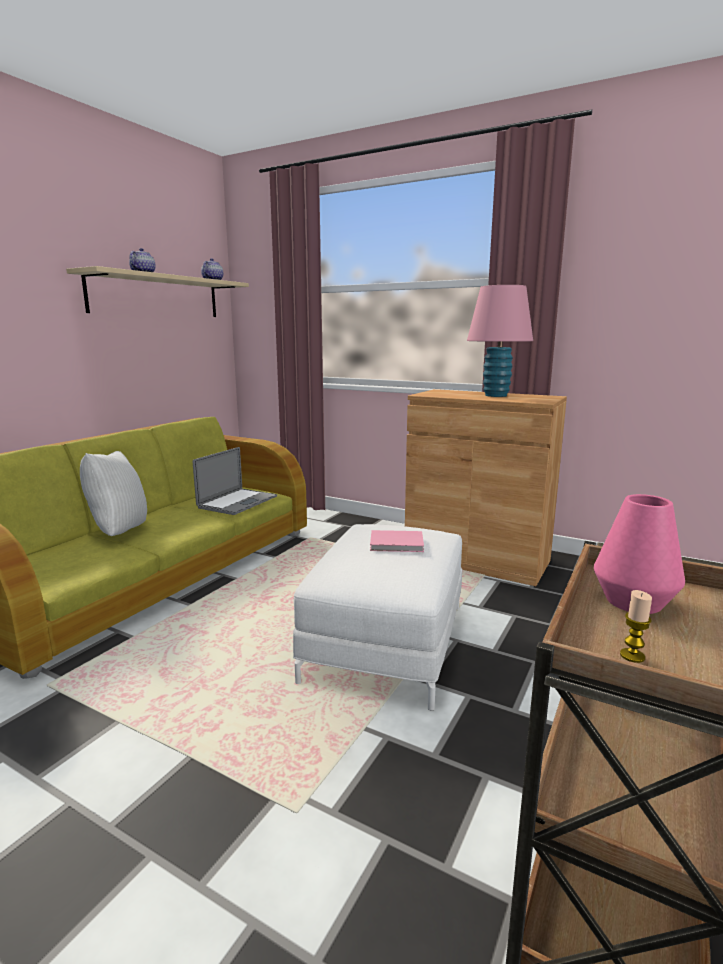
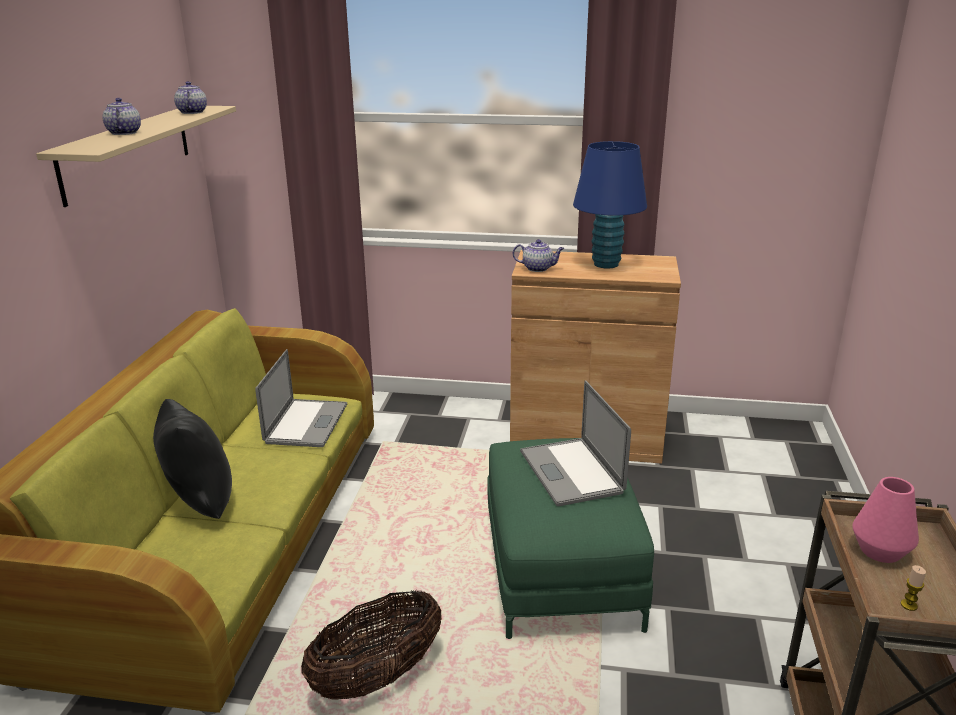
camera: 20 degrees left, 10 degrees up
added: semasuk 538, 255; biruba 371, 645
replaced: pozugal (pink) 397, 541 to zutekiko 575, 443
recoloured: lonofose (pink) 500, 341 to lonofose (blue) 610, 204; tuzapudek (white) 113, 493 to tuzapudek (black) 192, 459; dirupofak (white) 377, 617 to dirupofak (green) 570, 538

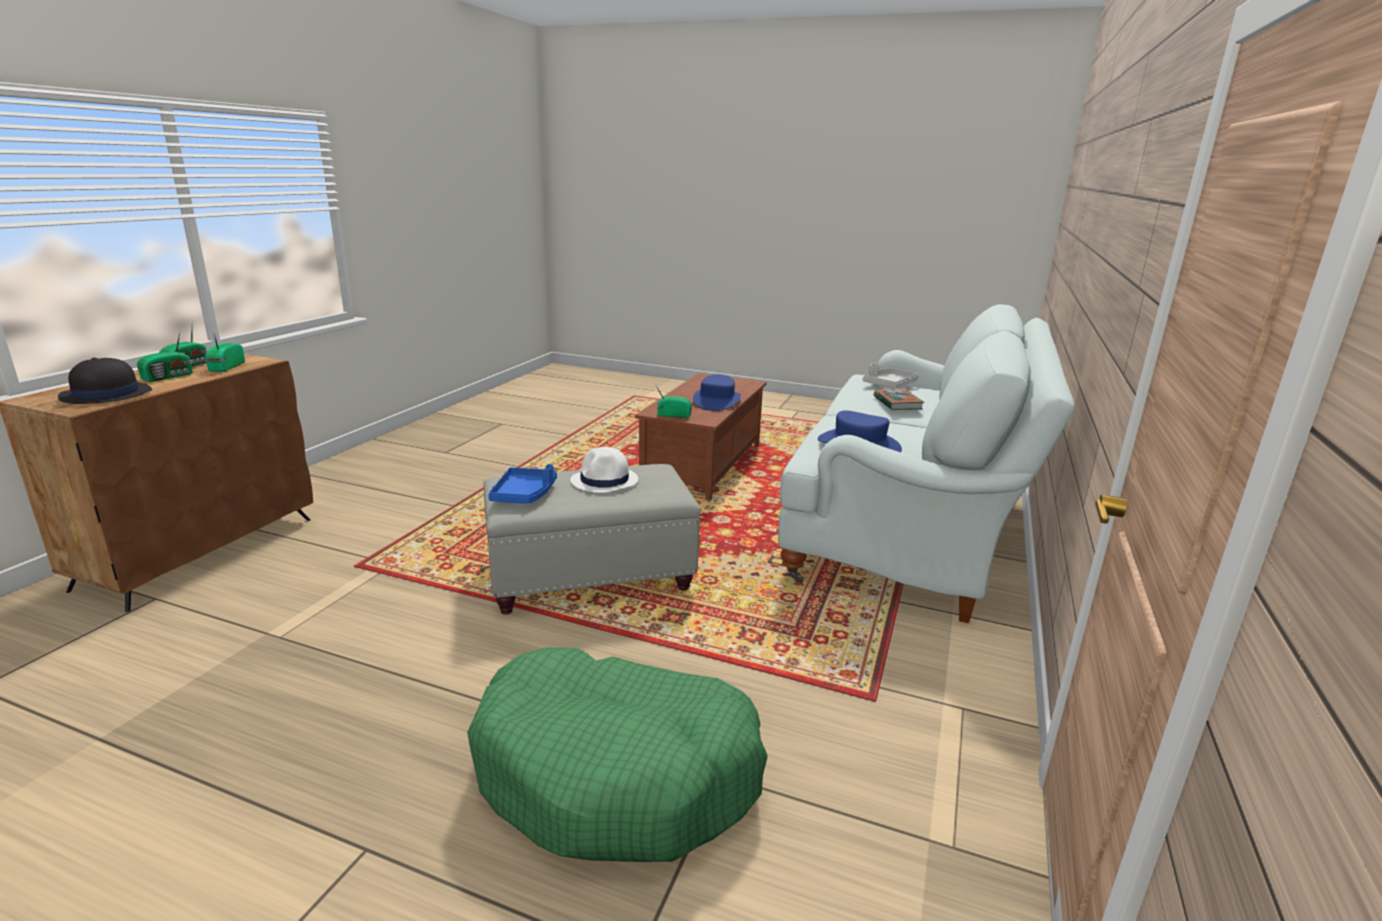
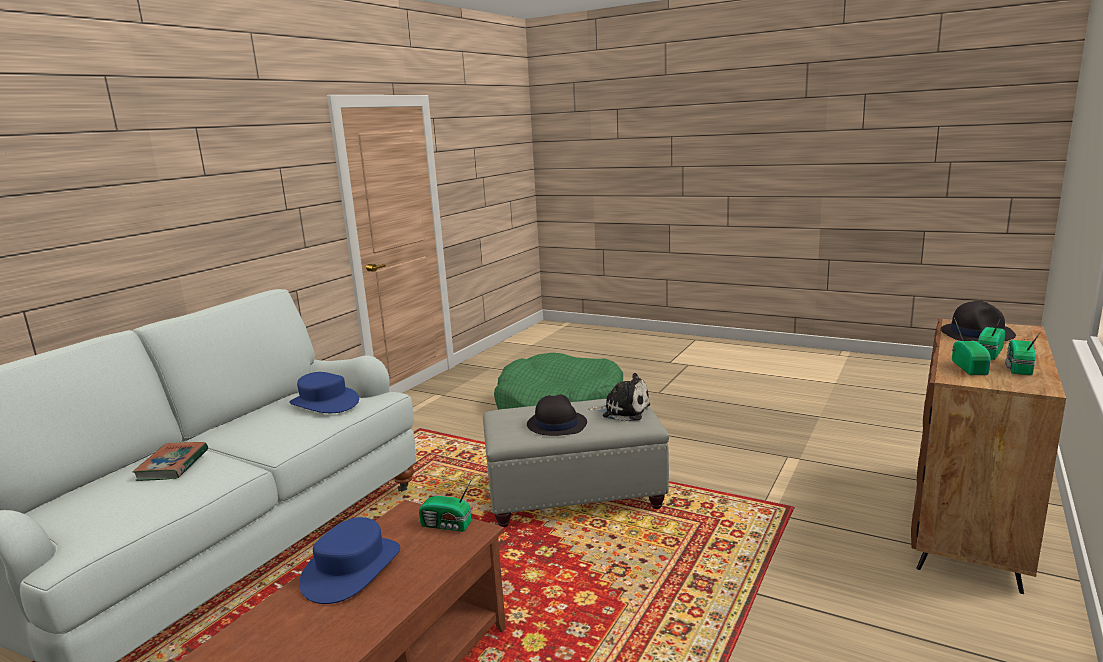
camera: 170 degrees left, 5 degrees down
removed: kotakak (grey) 890, 375
replaced: kotakak (blue) 522, 484 to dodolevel 619, 397
recoloured: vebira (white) 604, 470 to vebira (black) 557, 415

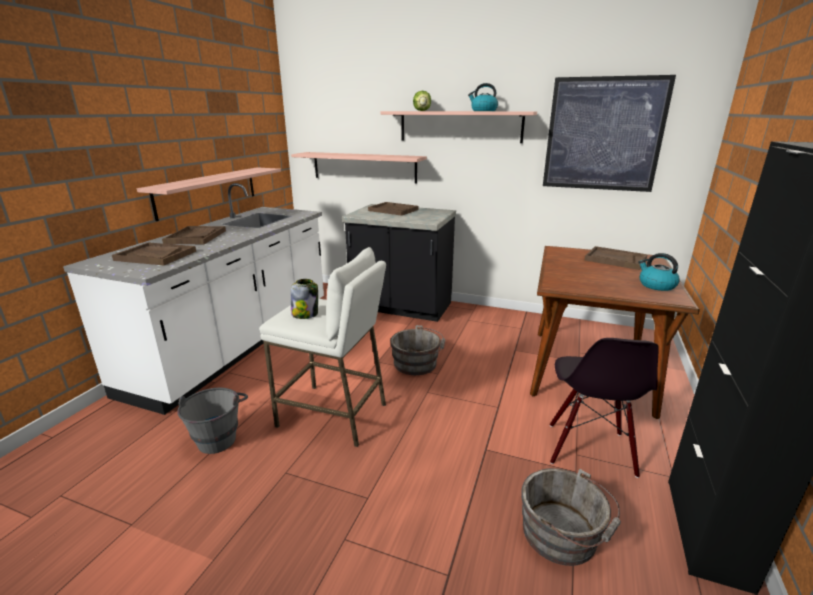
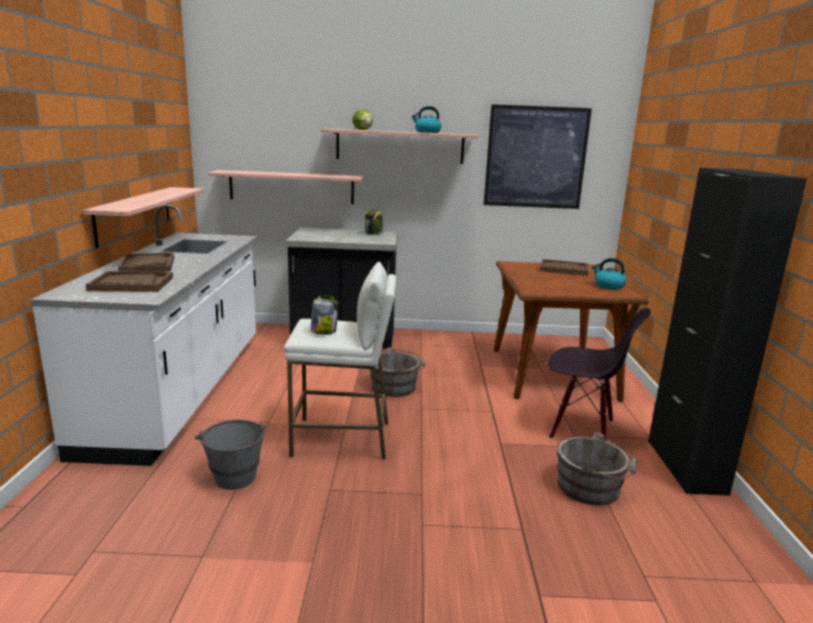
camera: 20 degrees left, 5 degrees down
removed: kotakak (brown) 393, 209
added: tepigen 374, 221
turned: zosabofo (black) 604, 408 = 599, 374 60 degrees counterclockwise

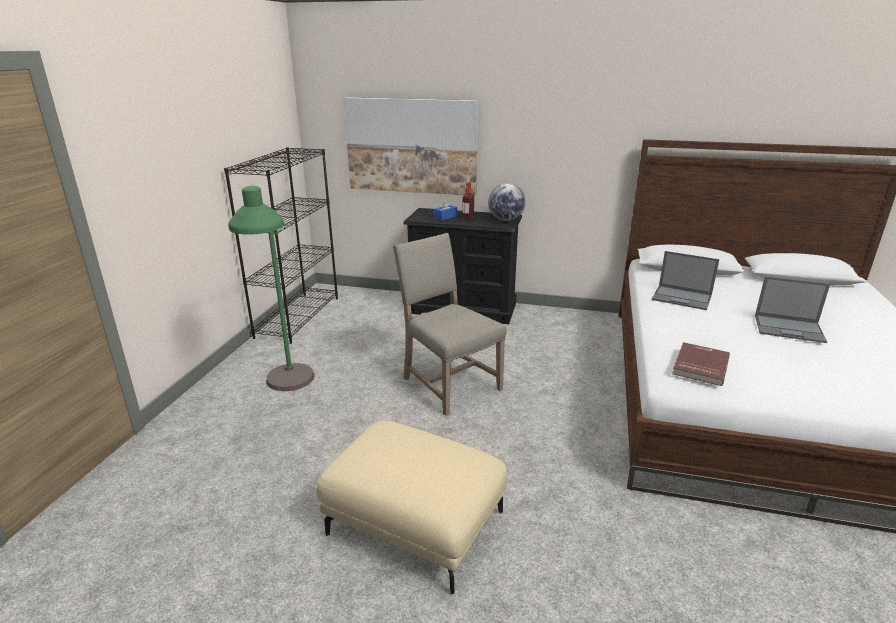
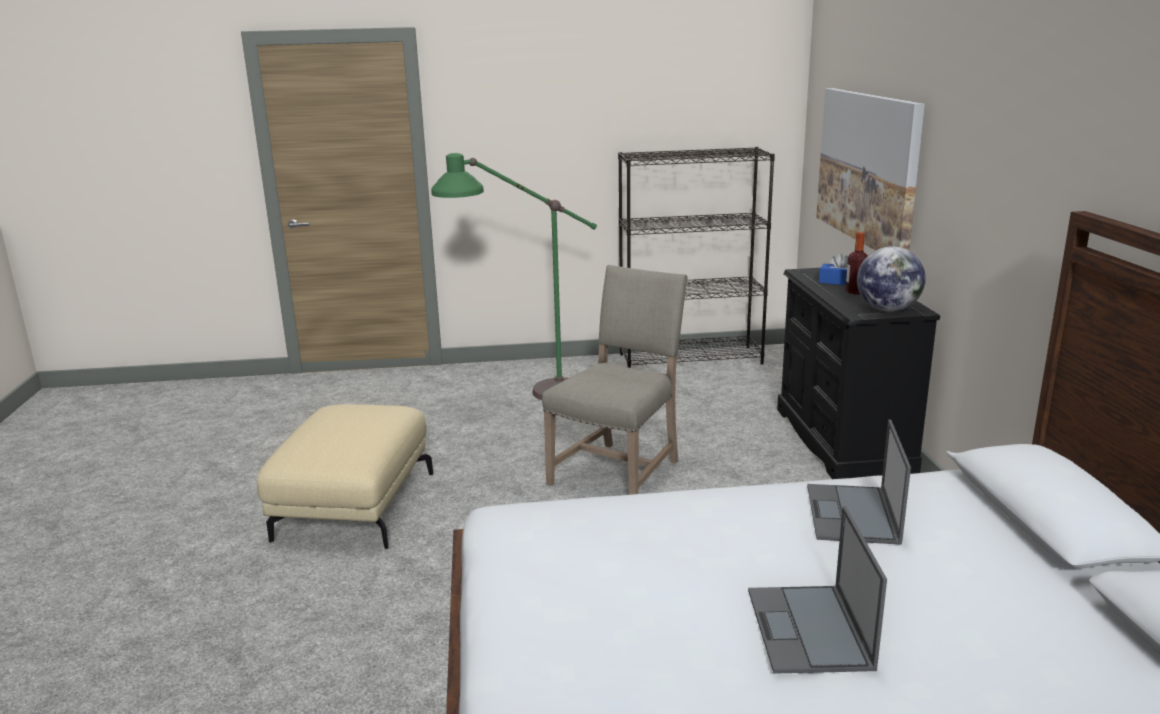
camera: 70 degrees right, 5 degrees down
removed: pozugal (red) 701, 364

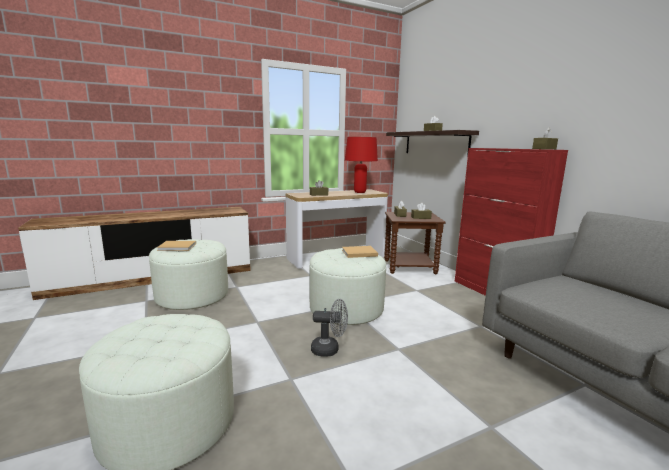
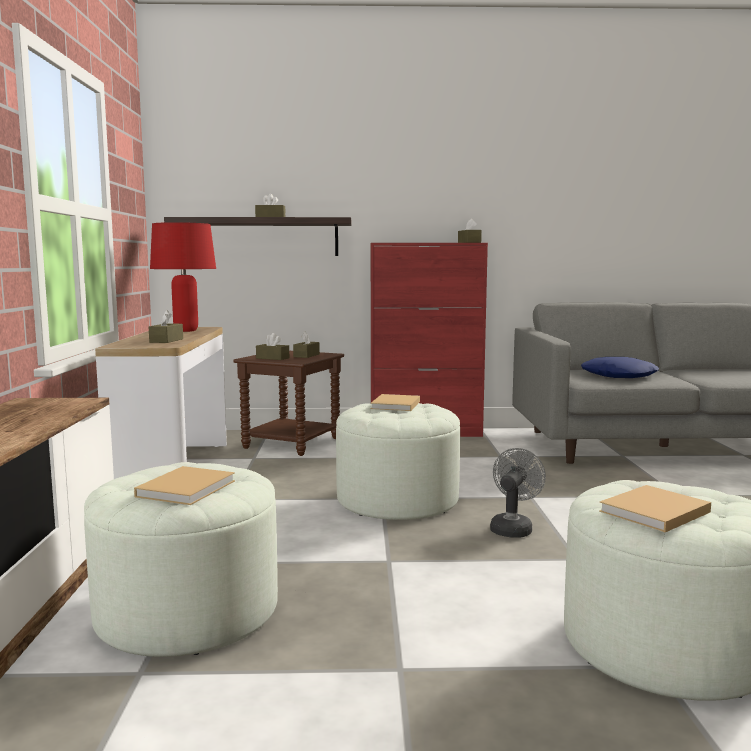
camera: 65 degrees left, 5 degrees down
added: tuzapudek (blue) 620, 367; pozugal (beige) 655, 508

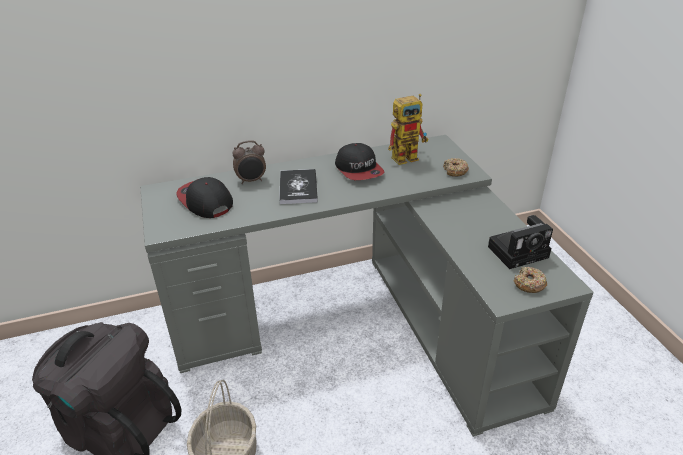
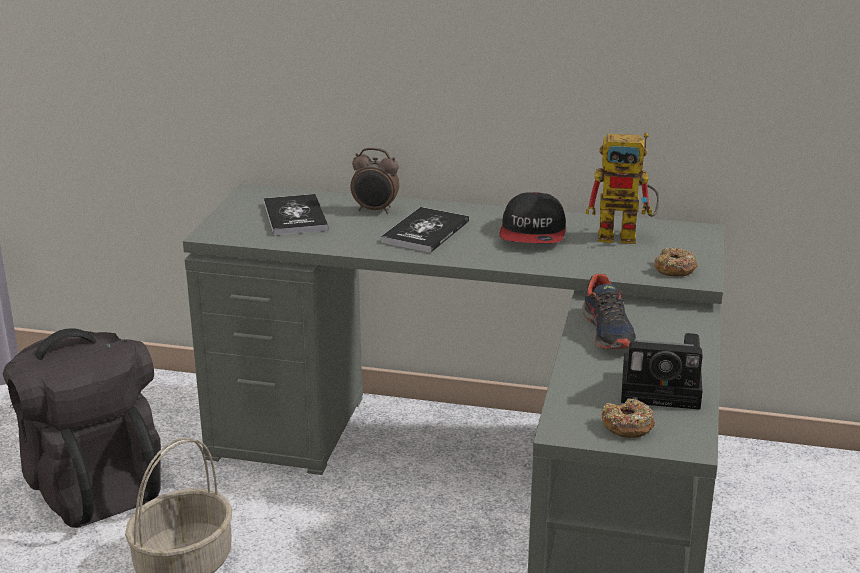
camera: 30 degrees right, 10 degrees down
added: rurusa 609, 311
replaced: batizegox 204, 197 to pozugal 296, 215

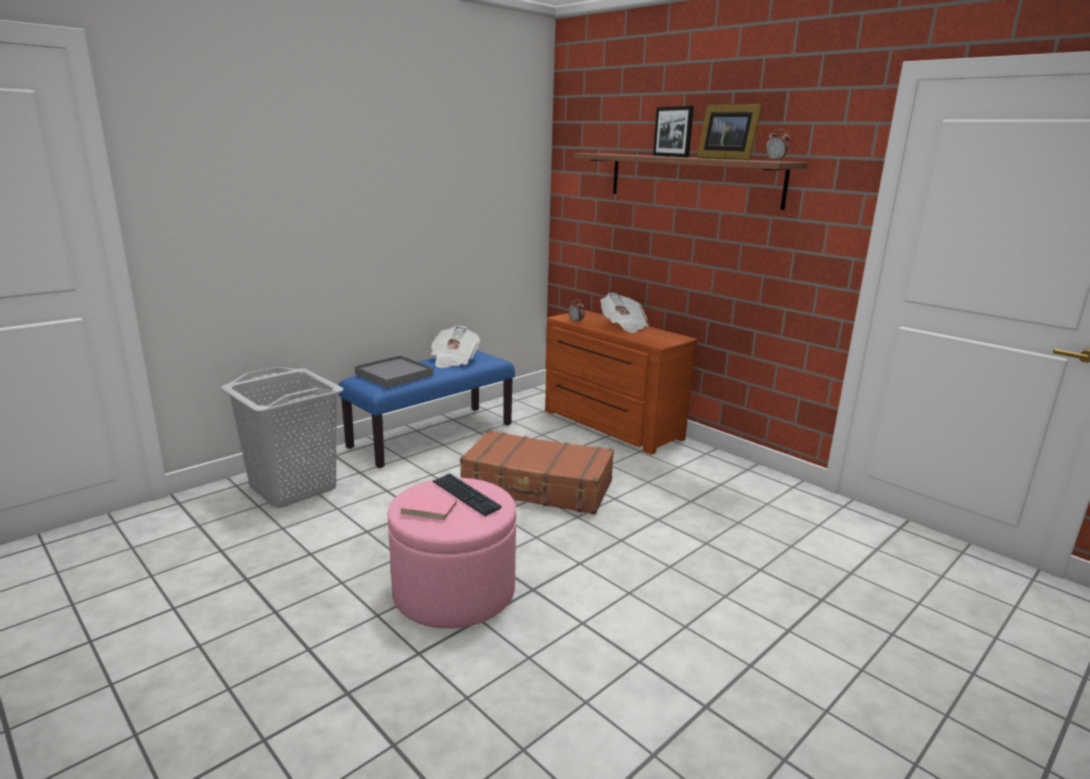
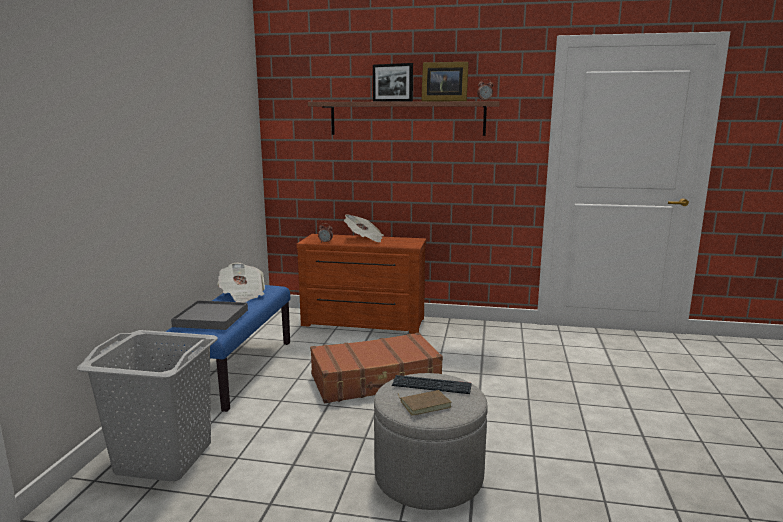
camera: 35 degrees left, 5 degrees down
recoloured: dirupofak (pink) 452, 553 to dirupofak (grey) 431, 441; pozugal (pink) 428, 505 to pozugal (brown) 425, 403

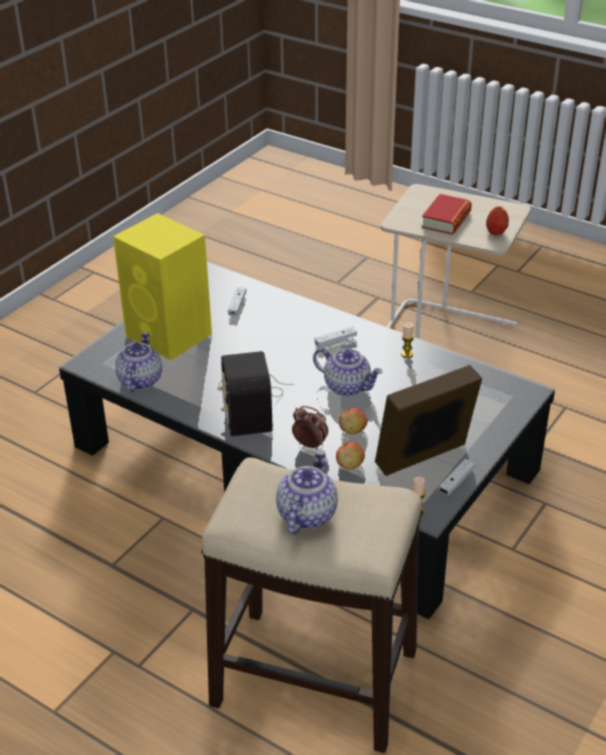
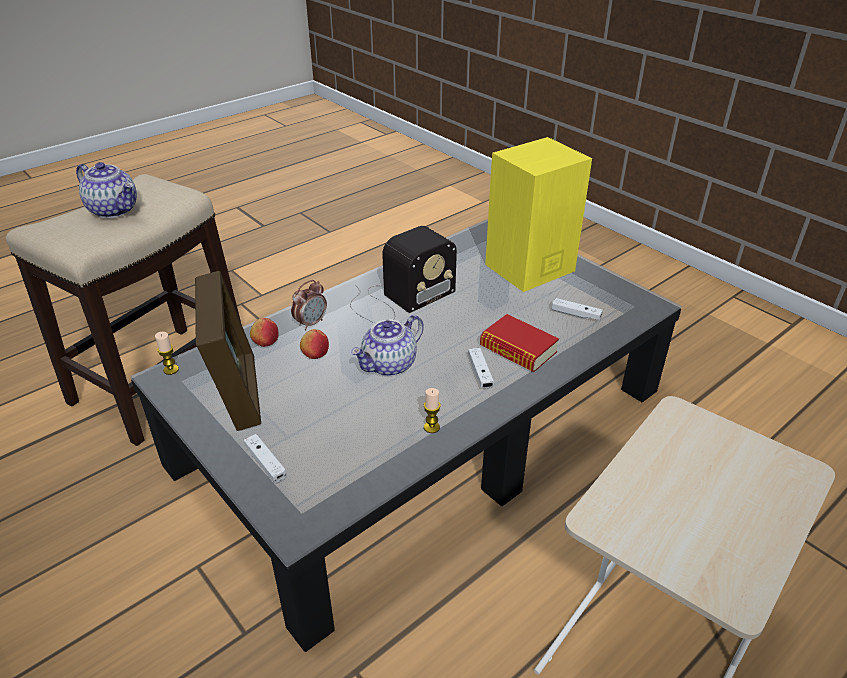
camera: 105 degrees right, 0 degrees up
removed: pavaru 497, 221; semasuk 138, 362
moved: pozugal 446, 214 to 519, 343; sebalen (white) 457, 477 to 265, 458
turned: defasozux 255, 393 = 403, 274 135 degrees clockwise

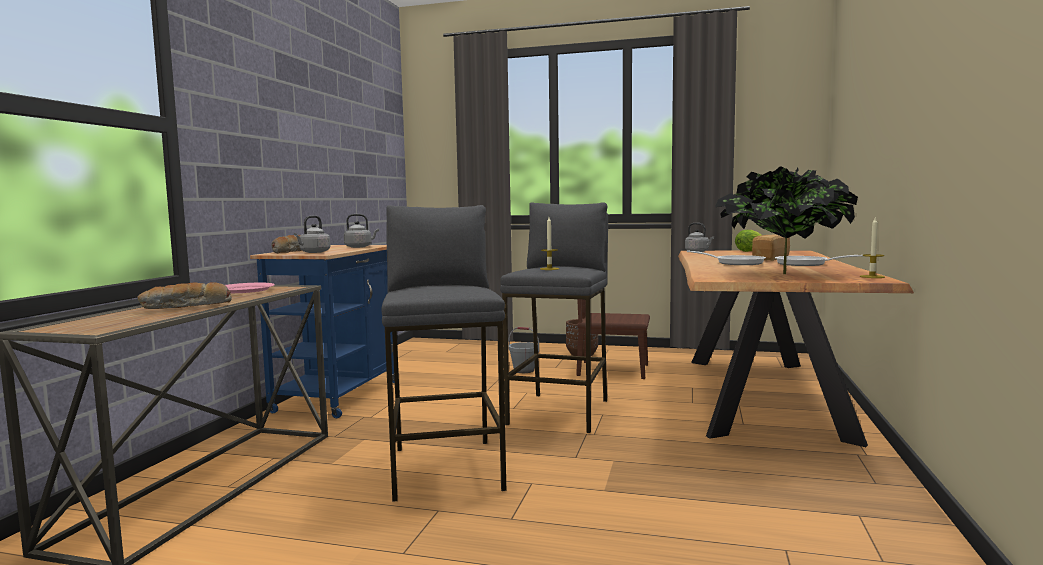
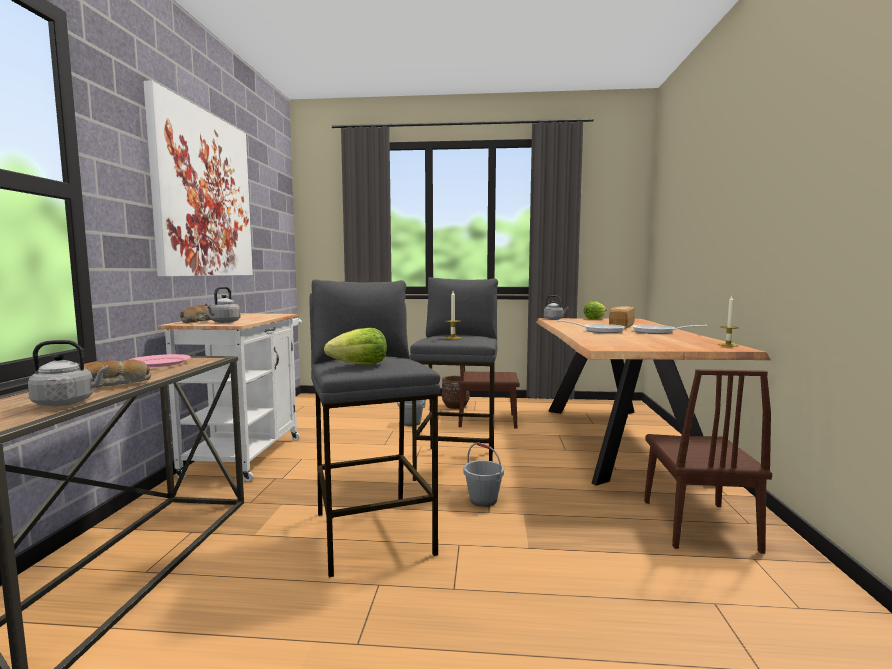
camera: 10 degrees left, 0 degrees up
removed: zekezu 786, 220
added: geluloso 198, 178; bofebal 355, 346; zosabofo (brown) 708, 461; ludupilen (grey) 483, 474
moved: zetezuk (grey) 361, 231 to 68, 373
recoloured: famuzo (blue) 322, 331 to famuzo (white) 230, 397

